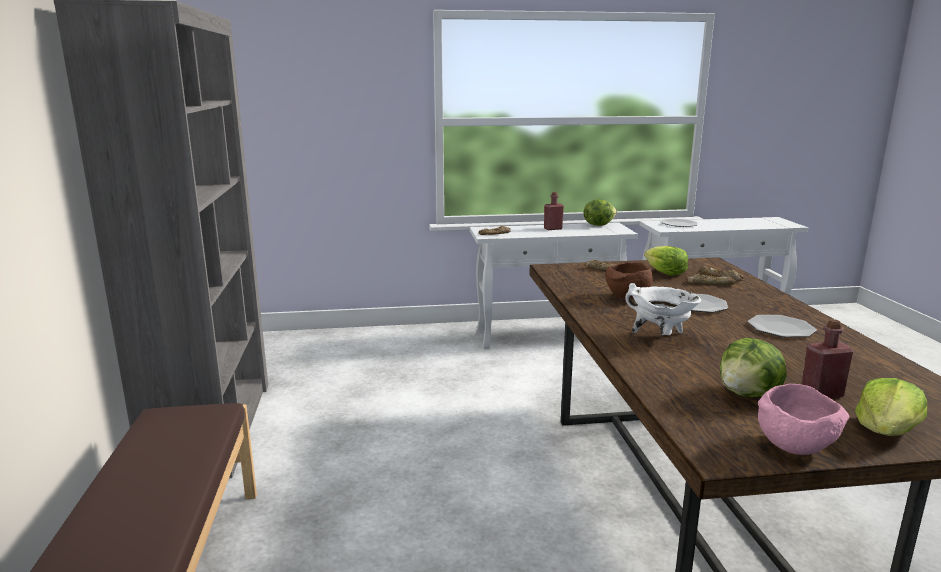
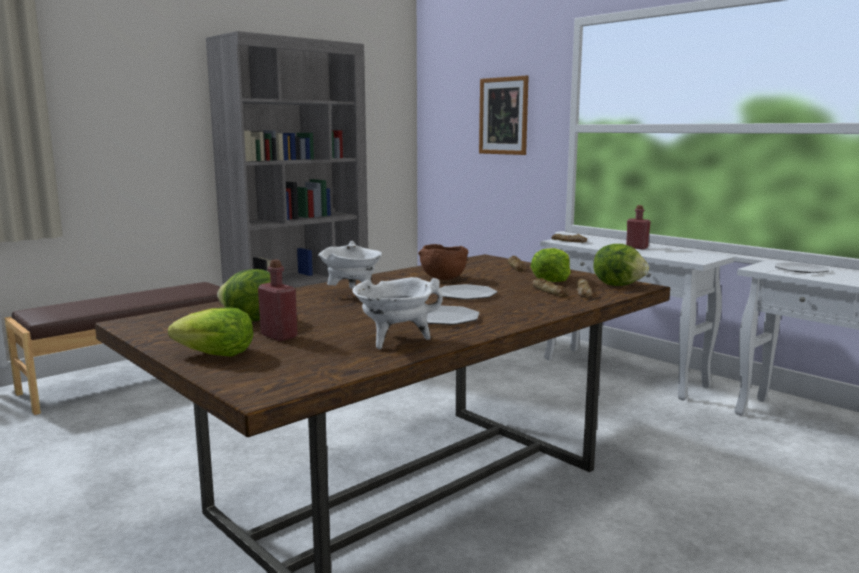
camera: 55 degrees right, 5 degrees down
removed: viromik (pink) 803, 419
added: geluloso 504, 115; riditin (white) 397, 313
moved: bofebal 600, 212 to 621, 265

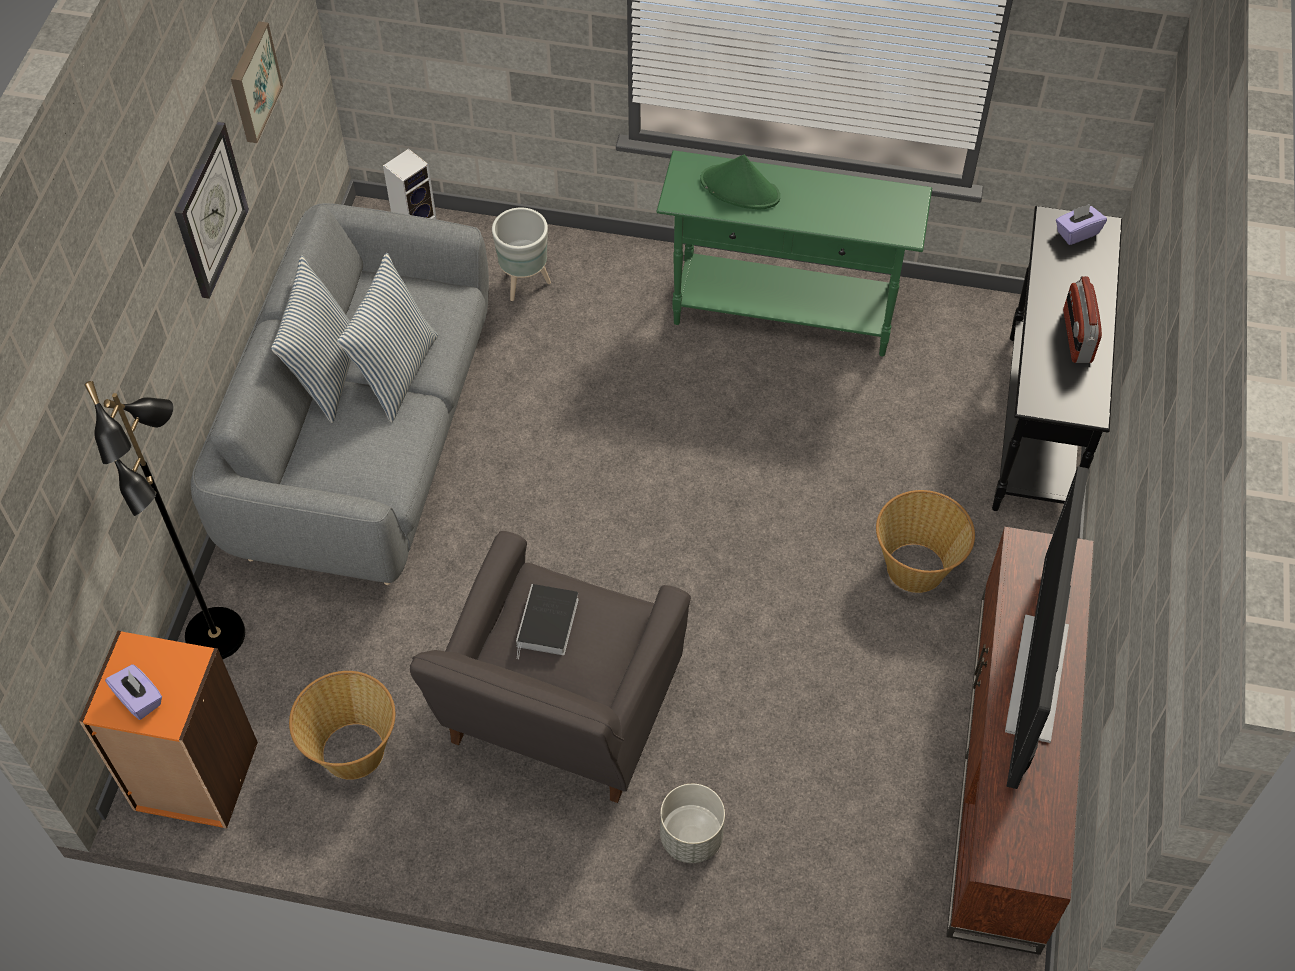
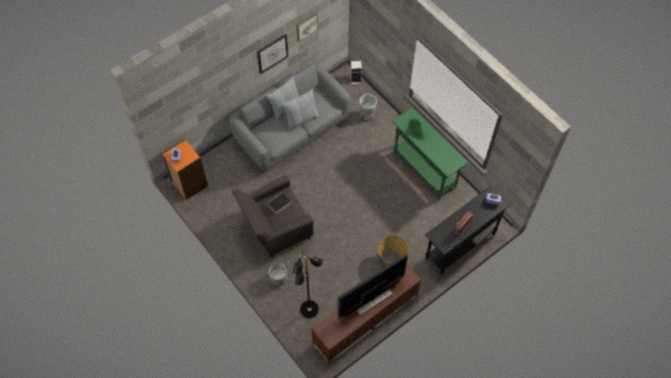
camera: 40 degrees right, 5 degrees up
removed: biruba 342, 725
moved: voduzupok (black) 164, 520 to 308, 284

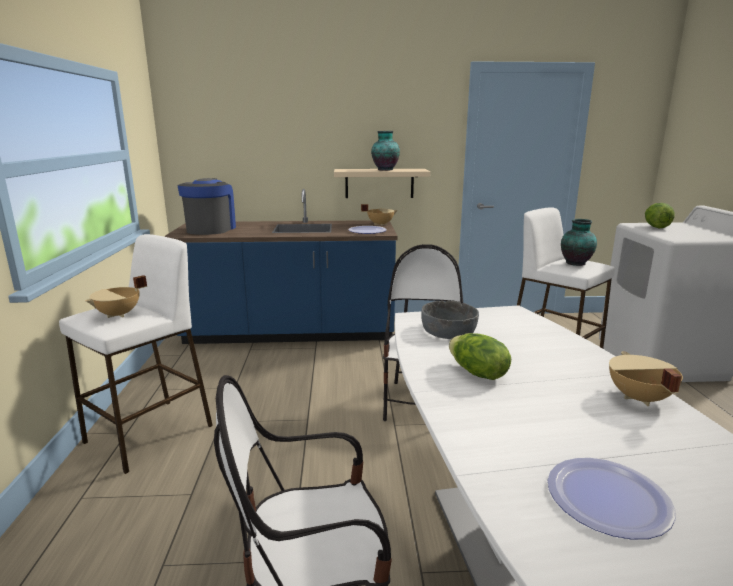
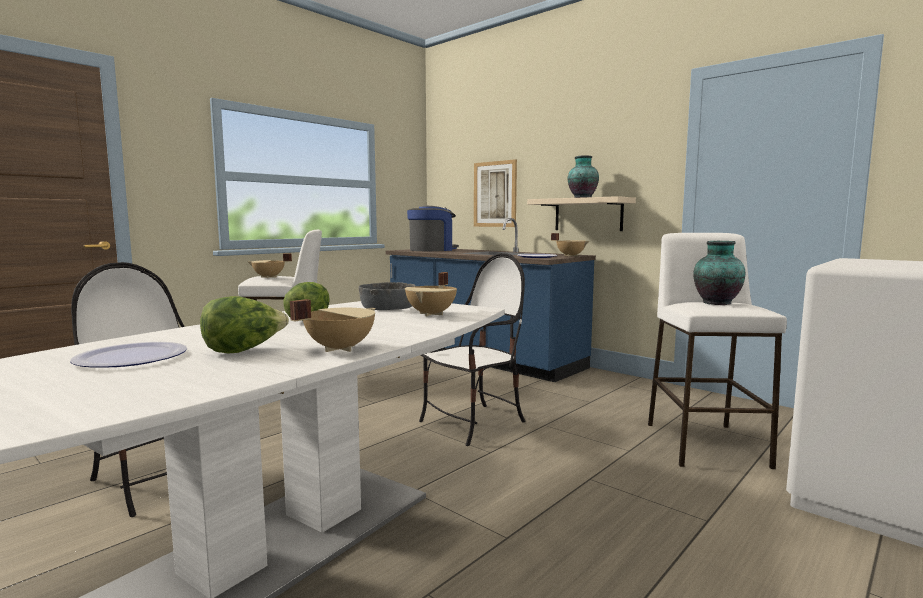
camera: 45 degrees right, 10 degrees down
added: geluloso 495, 193; riditin (beige) 431, 294
moved: bofebal 660, 215 to 244, 324

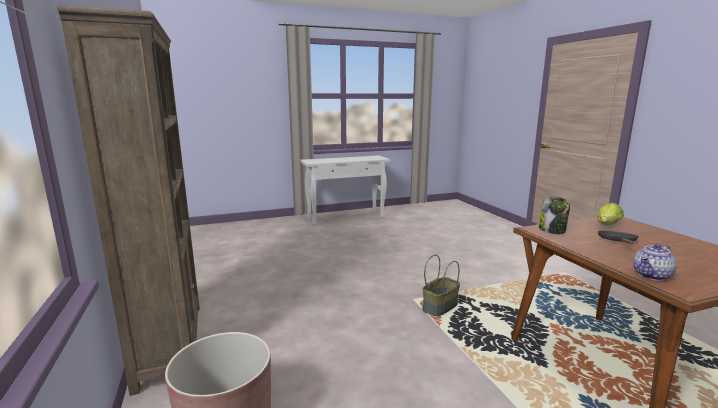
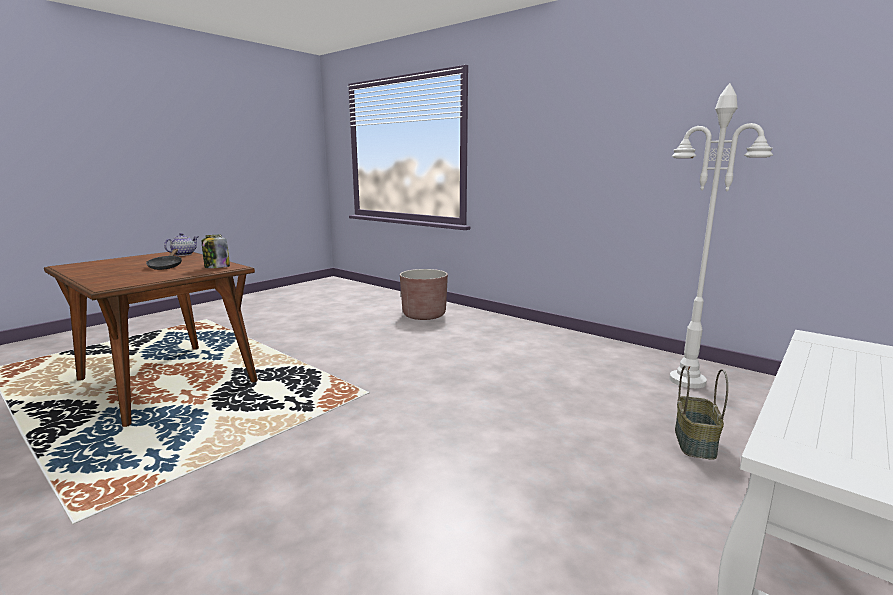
camera: 150 degrees right, 0 degrees up
removed: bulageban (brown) 128, 200; bofebal 610, 214
added: voduzupok (white) 721, 235
moved: biruba 441, 285 to 701, 413

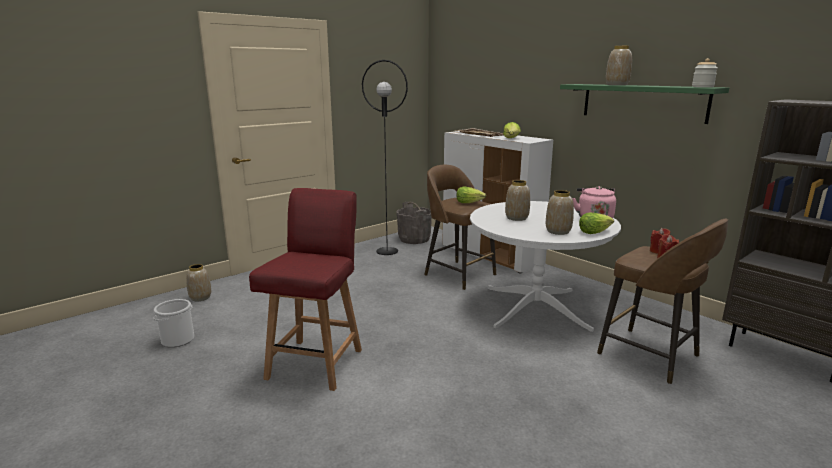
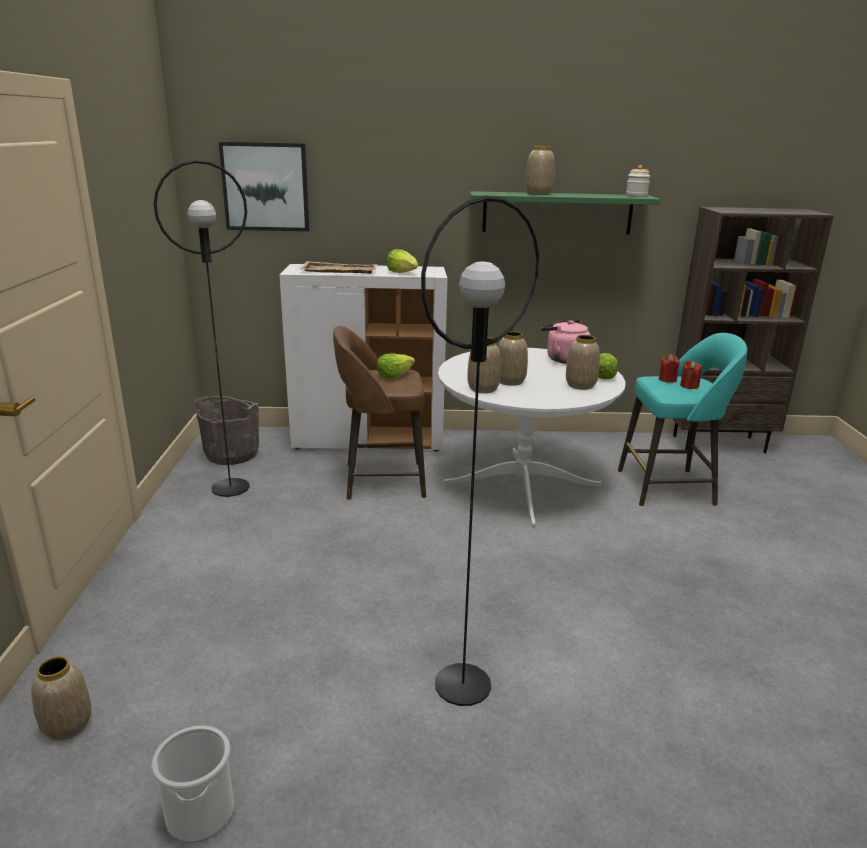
camera: 50 degrees left, 5 degrees up
added: geluloso 264, 186; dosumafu 484, 365
replaced: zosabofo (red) 305, 289 to voduzupok (black) 480, 451
recoloured: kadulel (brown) 662, 301 to kadulel (turquoise) 682, 419

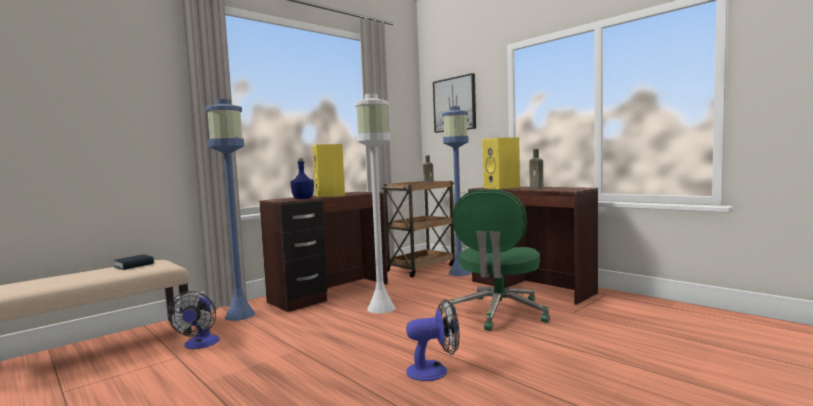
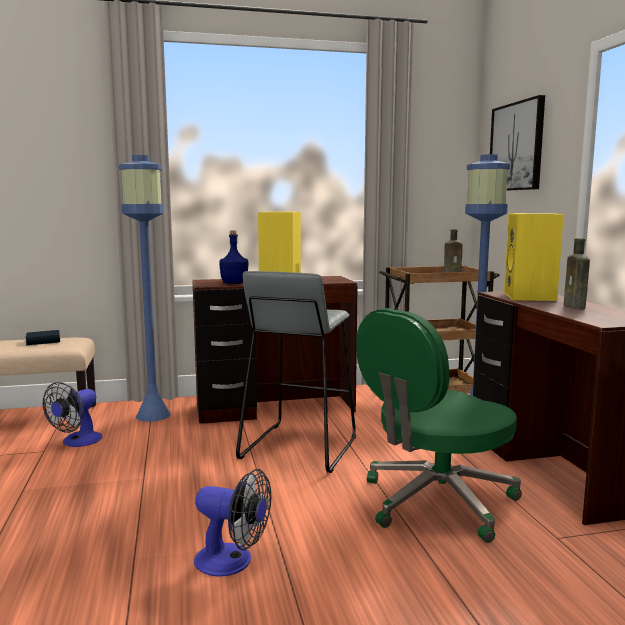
camera: 30 degrees right, 5 degrees up
replaced: voduzupok (white) 375, 204 to kadulel (grey) 296, 372

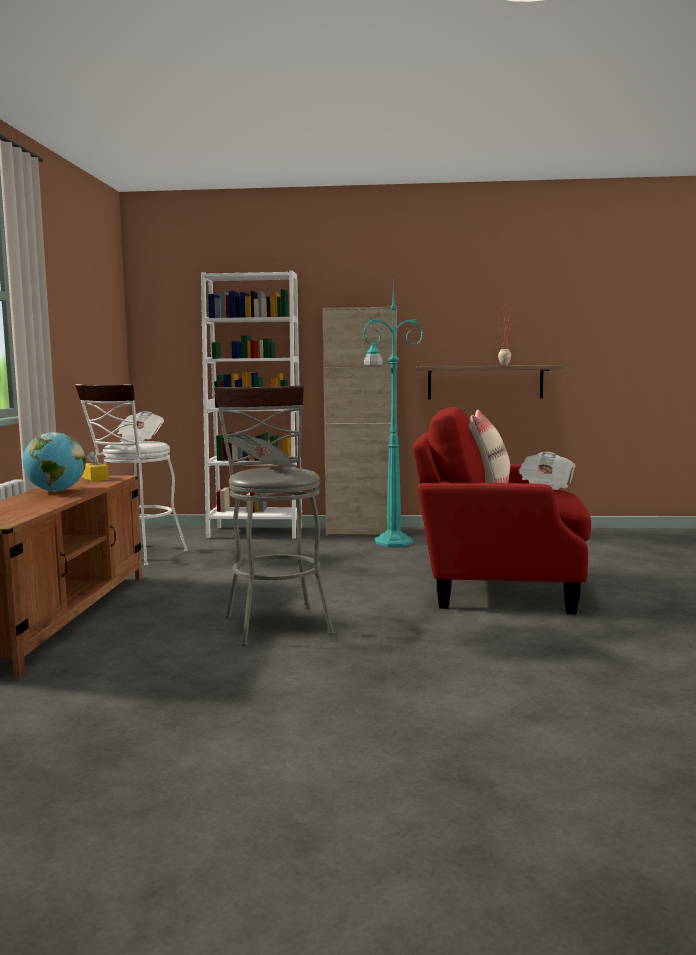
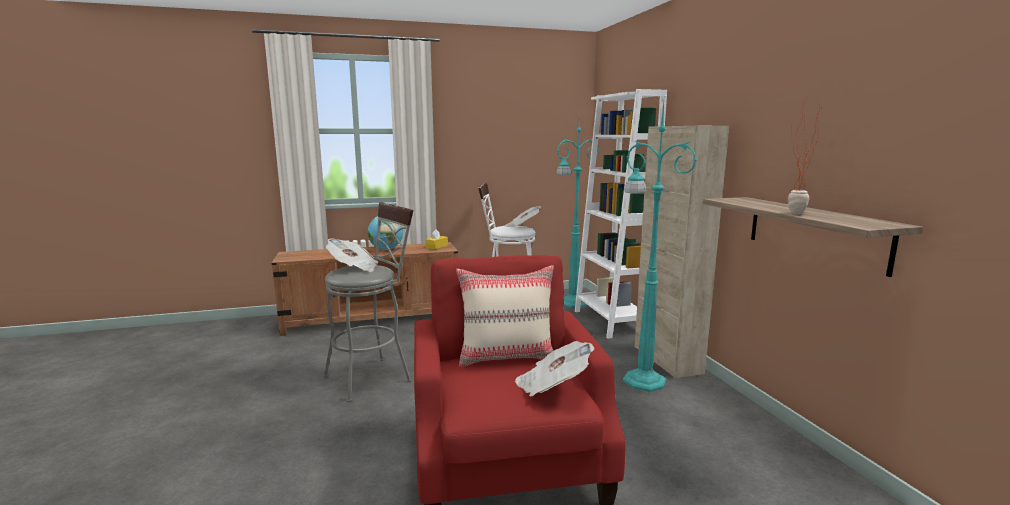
camera: 70 degrees right, 5 degrees up
added: voduzupok (turquoise) 577, 210

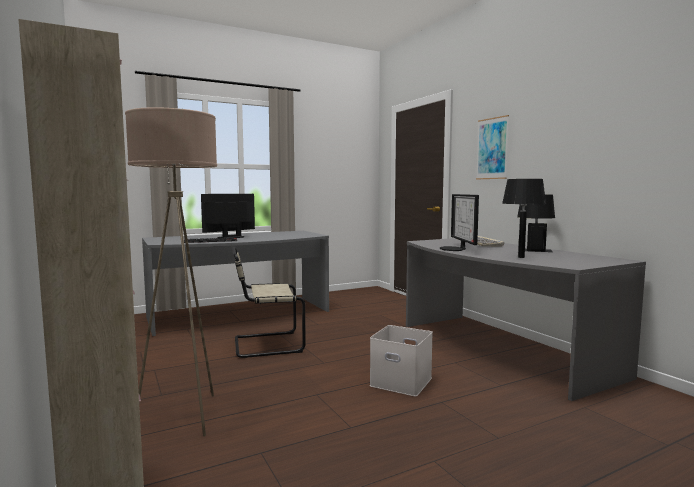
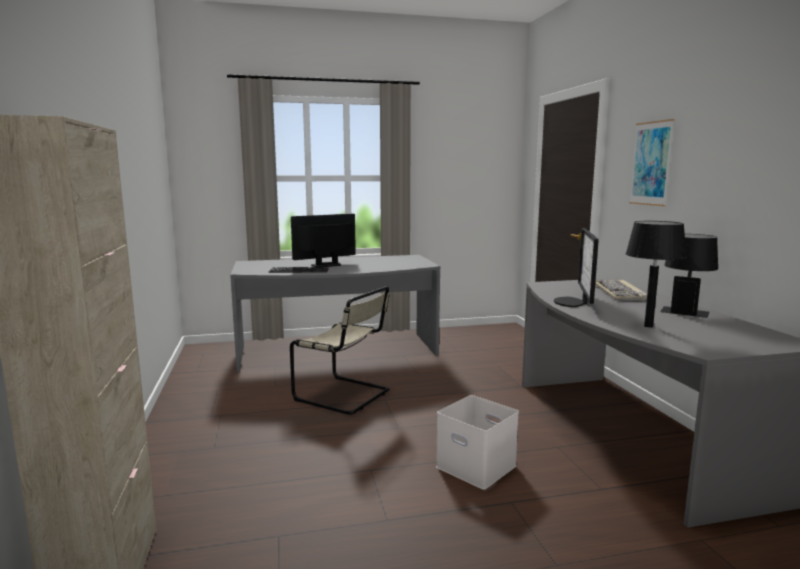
camera: 15 degrees right, 5 degrees up
removed: voduzupok (beige) 171, 271
turned: zosabofo (beige) 269, 302 = 340, 350 150 degrees counterclockwise

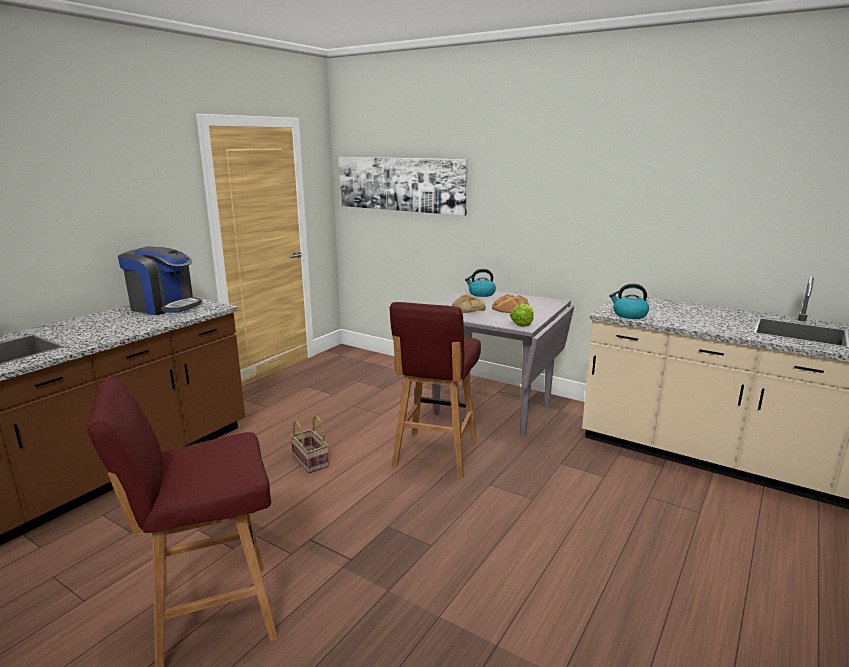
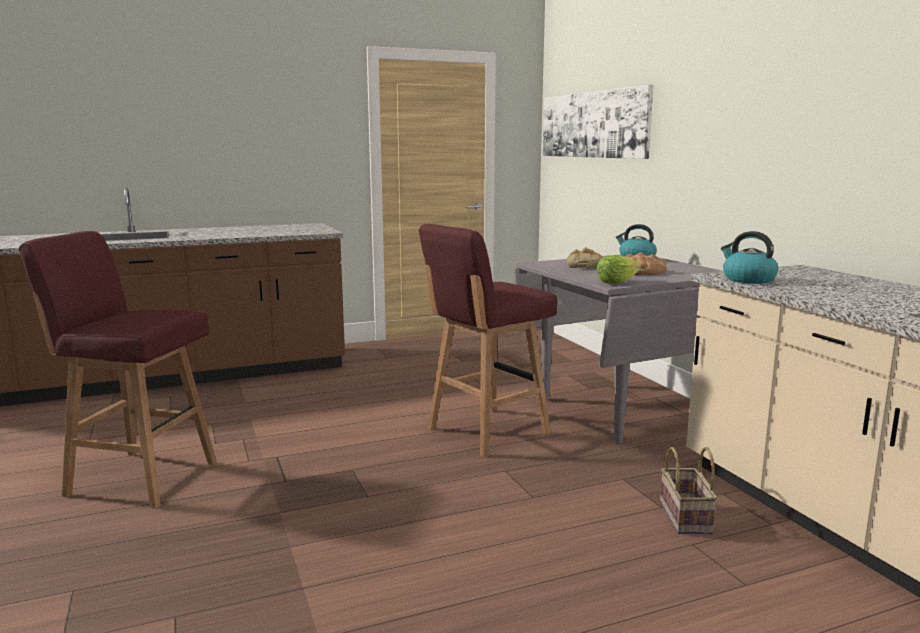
camera: 35 degrees right, 5 degrees down
removed: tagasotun 160, 280
moved: biruba 309, 444 to 689, 490

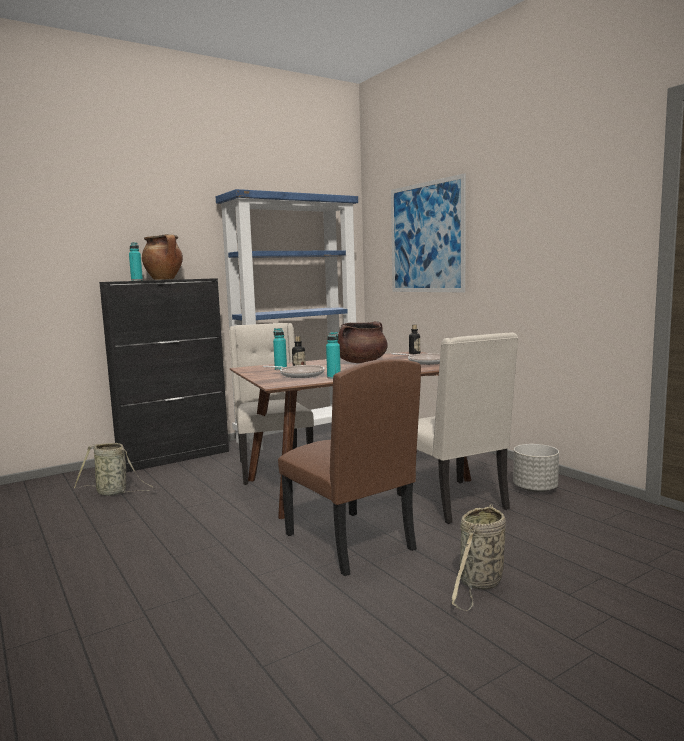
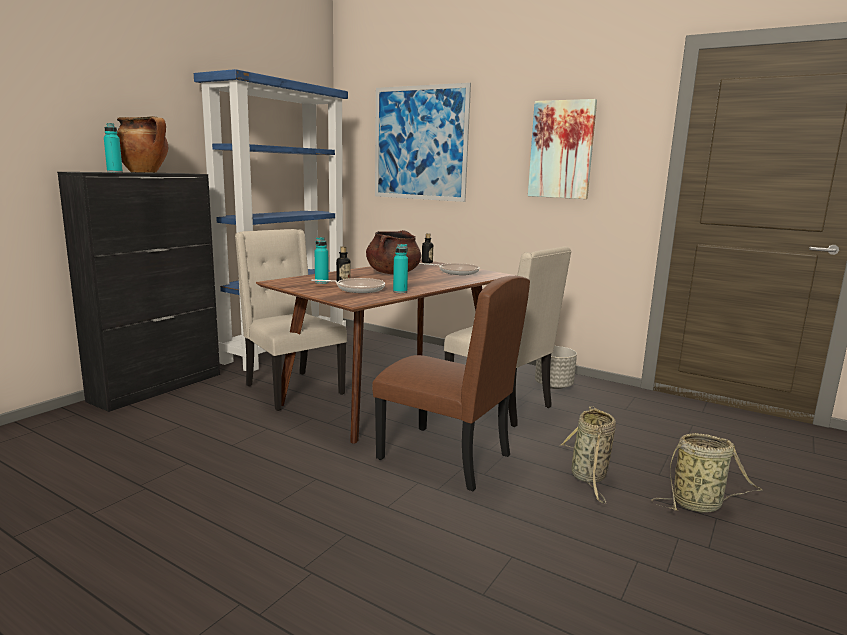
camera: 25 degrees left, 5 degrees up
added: geluloso 562, 149
moved: biruba 114, 469 to 707, 473

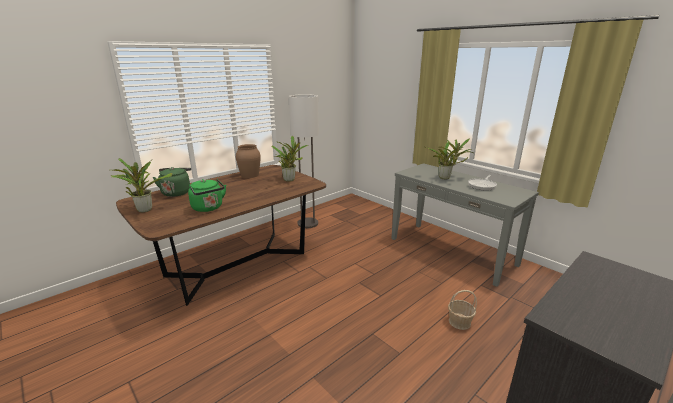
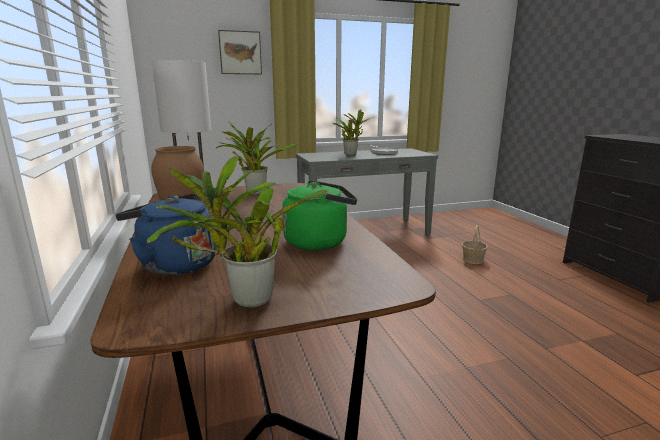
camera: 65 degrees left, 5 degrees down
added: geluloso 240, 52
recoloured: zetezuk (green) 171, 182 to zetezuk (blue) 165, 234

